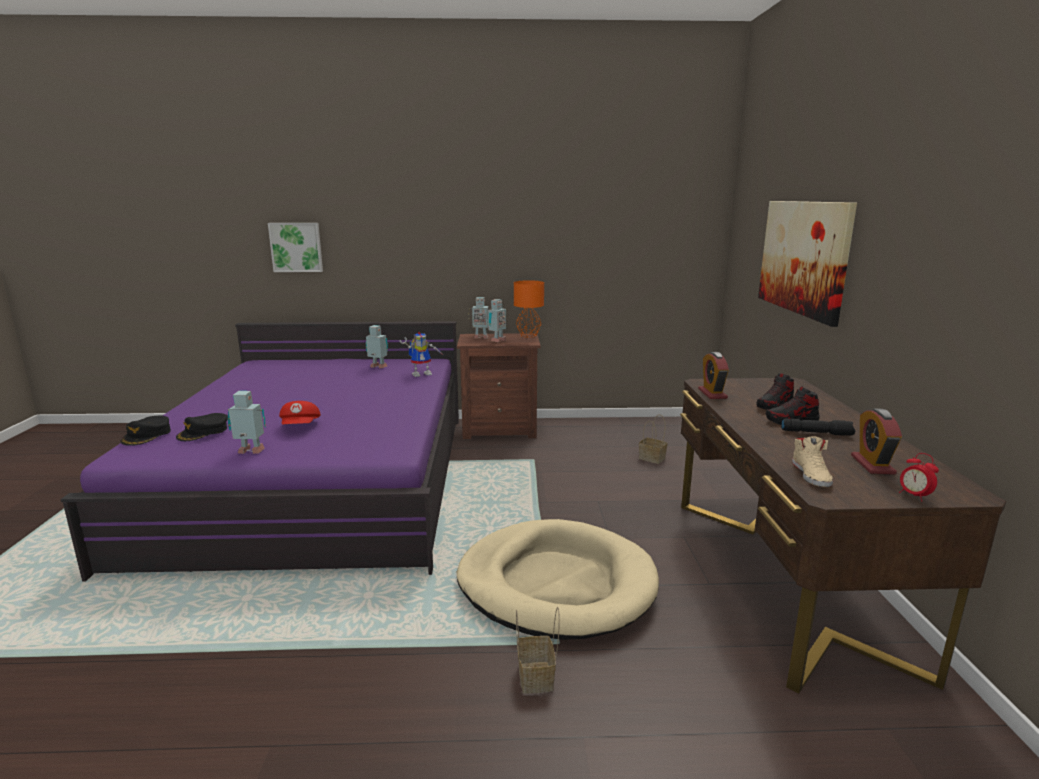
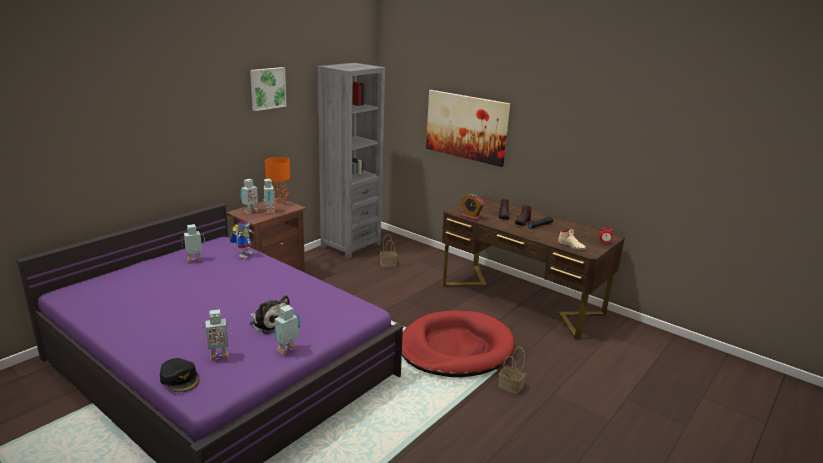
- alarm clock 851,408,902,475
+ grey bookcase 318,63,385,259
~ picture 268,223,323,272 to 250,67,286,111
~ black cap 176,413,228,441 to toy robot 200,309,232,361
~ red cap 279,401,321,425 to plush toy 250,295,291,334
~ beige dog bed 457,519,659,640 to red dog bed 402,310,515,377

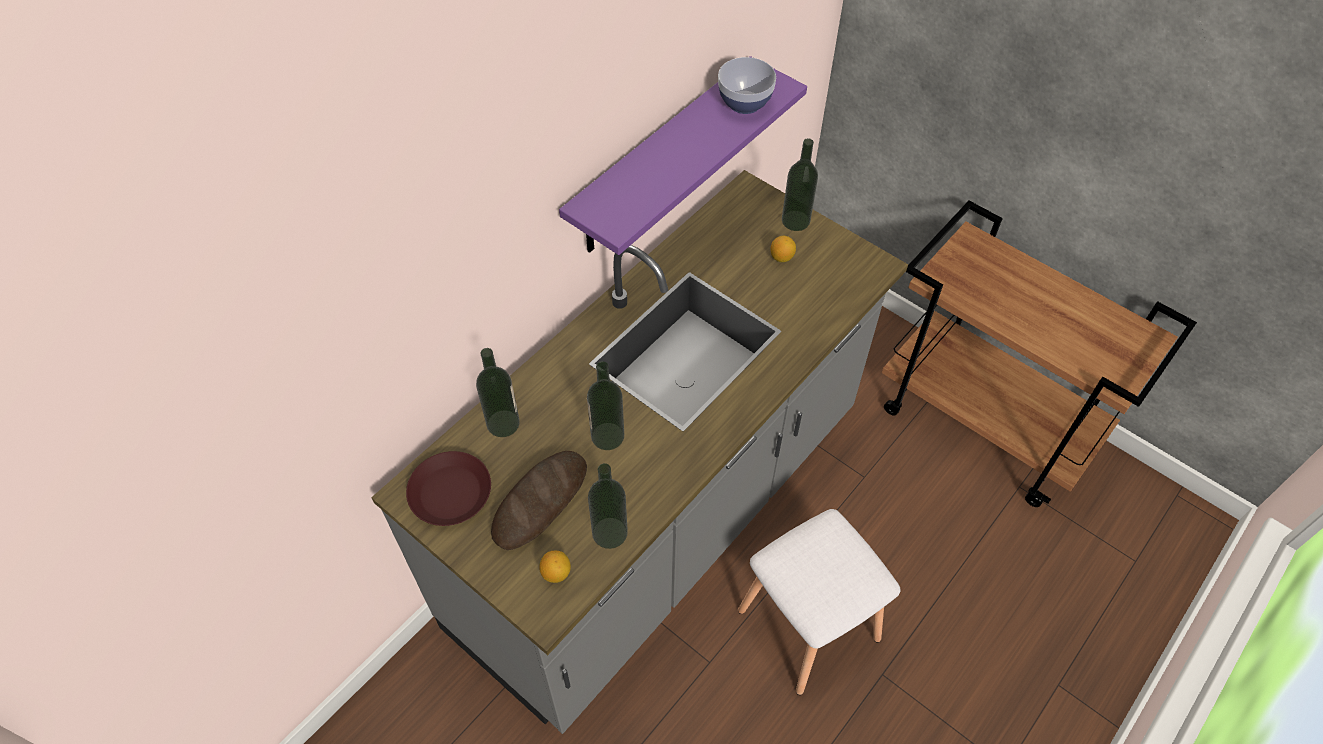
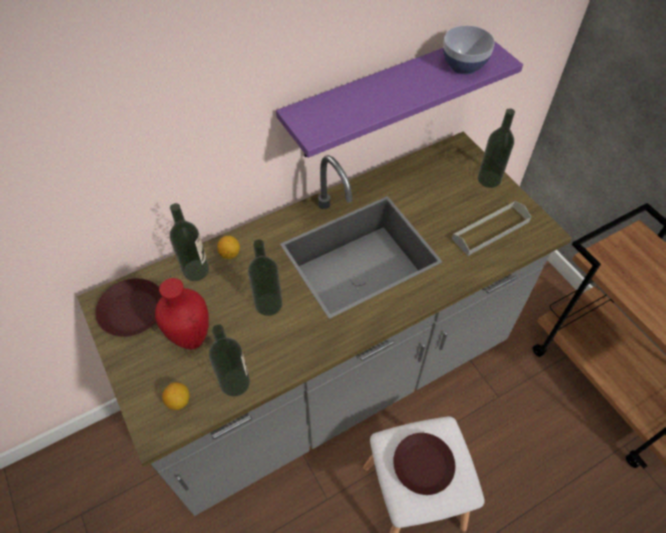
+ brown plate 393,433,455,495
+ grey tray 452,201,531,256
~ lemon 770,236,796,262 to 217,236,240,259
~ bread 491,451,587,550 to red vase 155,278,209,350

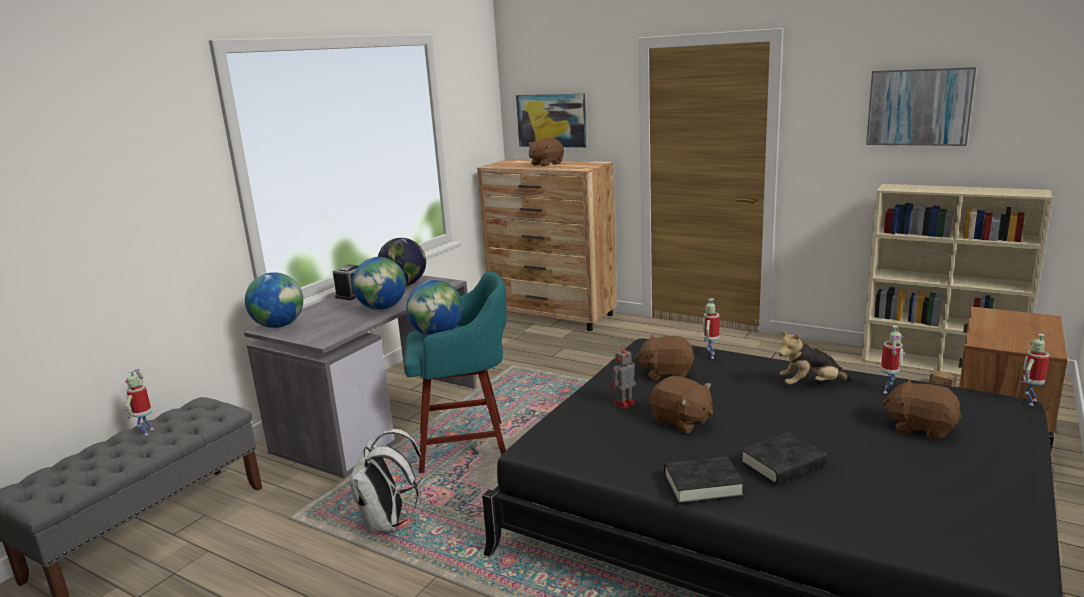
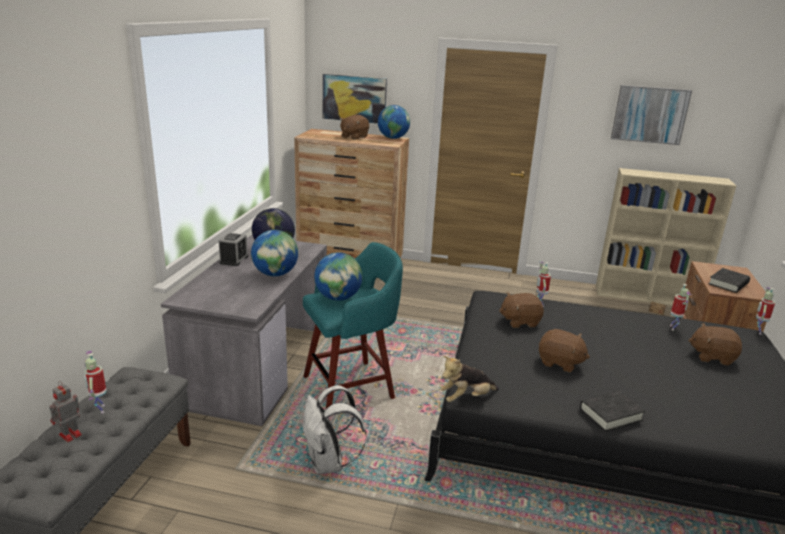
~ globe 245,272,303,328 to 378,105,410,139
~ toy robot 609,345,636,409 to 49,381,82,442
~ black book 741,432,826,485 to 709,268,750,293
~ plush toy 779,331,851,385 to 440,356,499,402

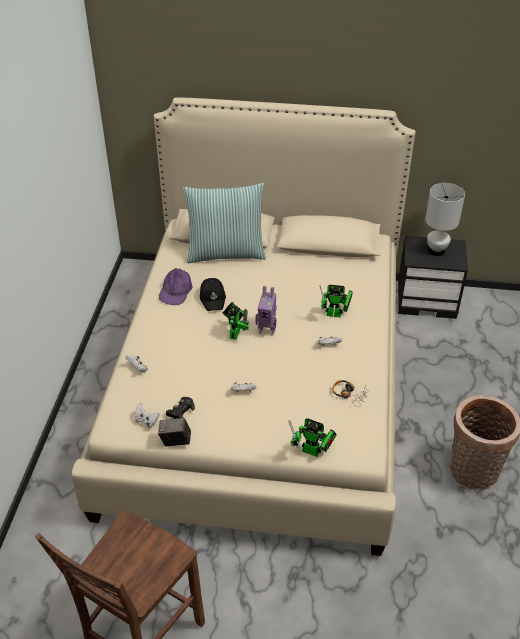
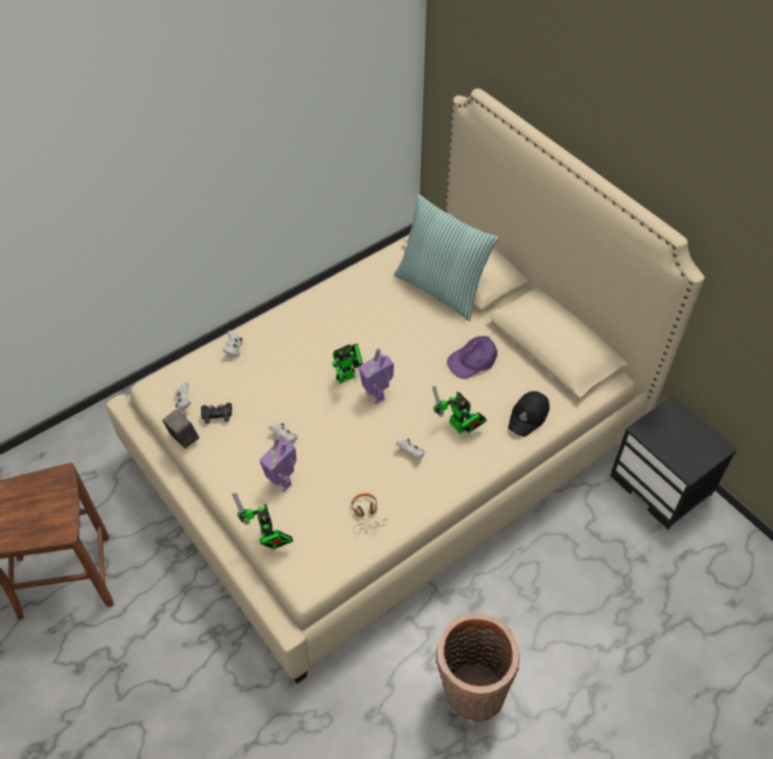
- white table lamp 425,183,465,256
+ toy robot 260,436,296,492
~ purple cap 159,268,192,305 to 447,336,498,379
~ black cap 200,278,226,311 to 508,391,549,437

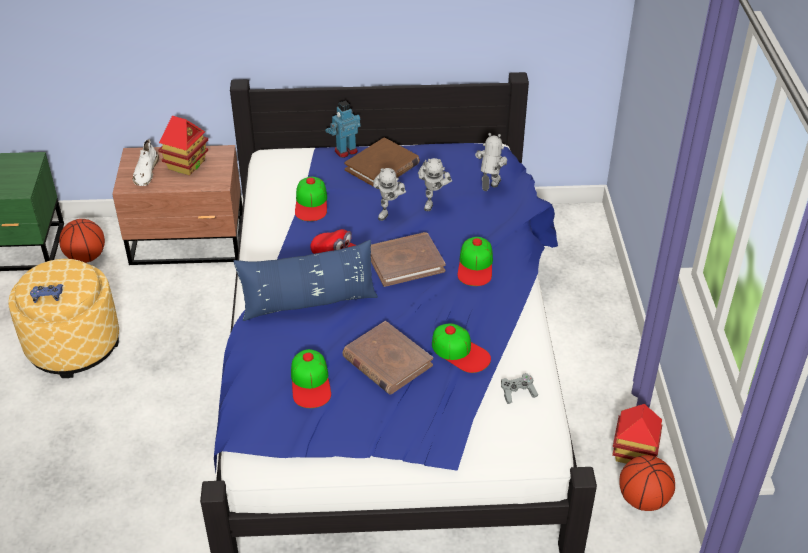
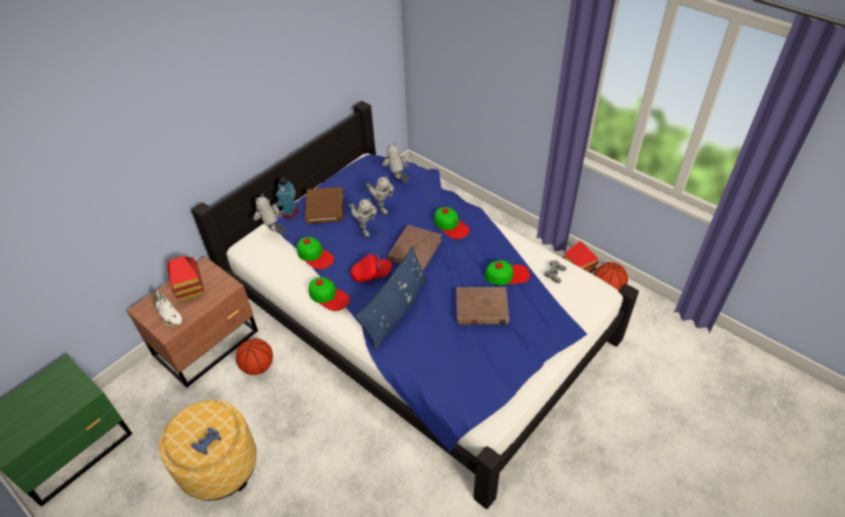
+ toy robot 253,194,285,234
~ basketball 59,219,105,263 to 236,338,273,375
~ cap 291,349,331,408 to 309,277,350,311

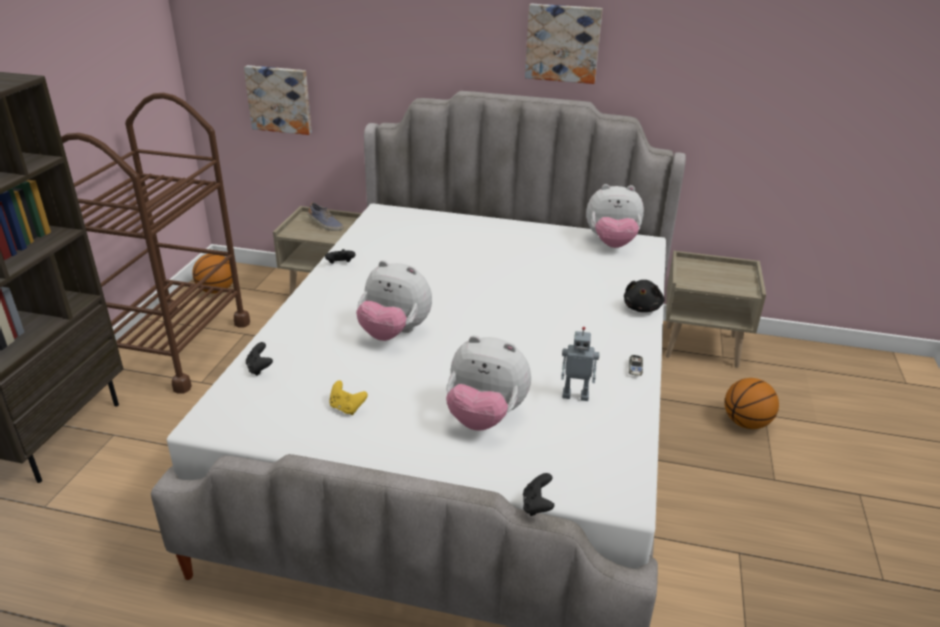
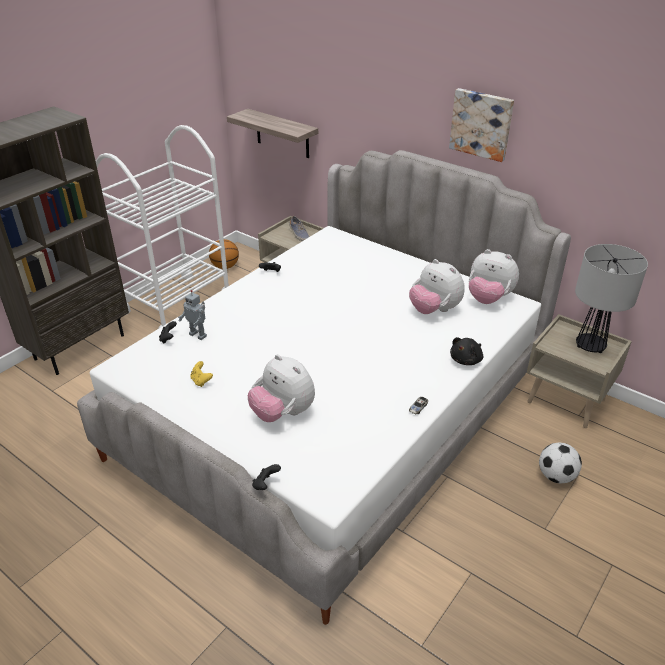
+ table lamp 575,244,648,353
~ plush toy 356,260,432,341 to 409,259,465,314
~ toy robot 561,327,599,401 to 178,290,207,340
~ picture 244,65,312,135 to shelf 227,109,318,158
~ basketball 725,378,779,429 to football 539,443,582,483
~ brown cart 61,93,250,394 to white cart 96,125,229,329

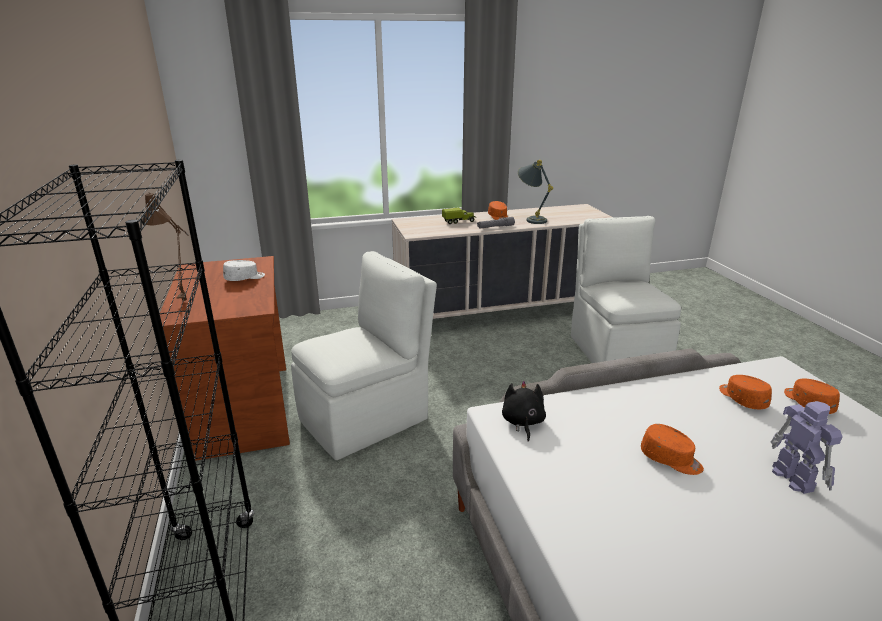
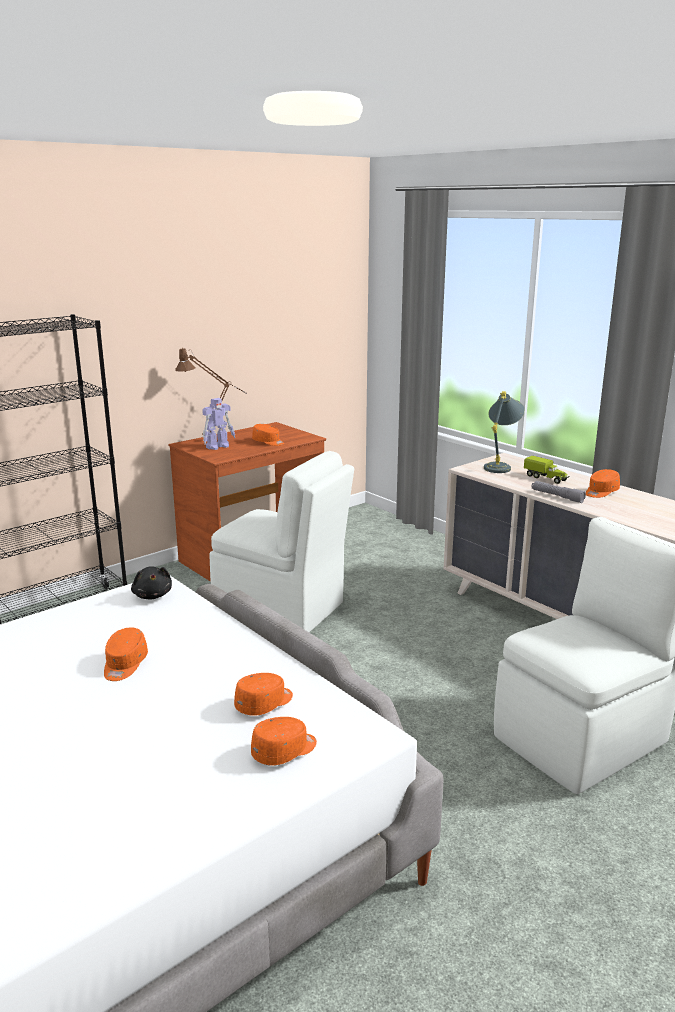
~ grey table lamp 518,160,553,224 to 484,391,525,473
~ toy robot 771,401,843,494 to 202,398,235,450
~ white cap 223,260,265,281 to orange cap 252,424,284,446
~ black plush toy 502,381,546,442 = 131,566,172,599 90 degrees clockwise

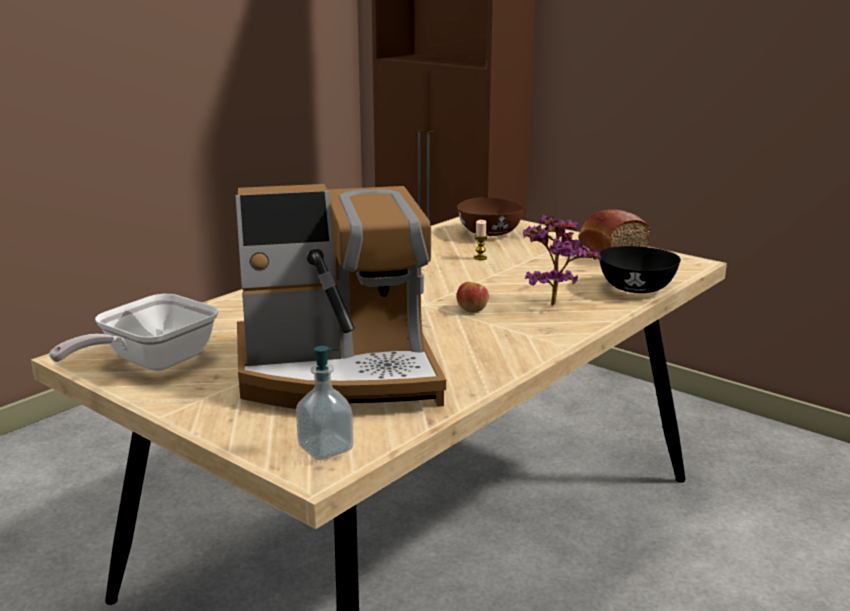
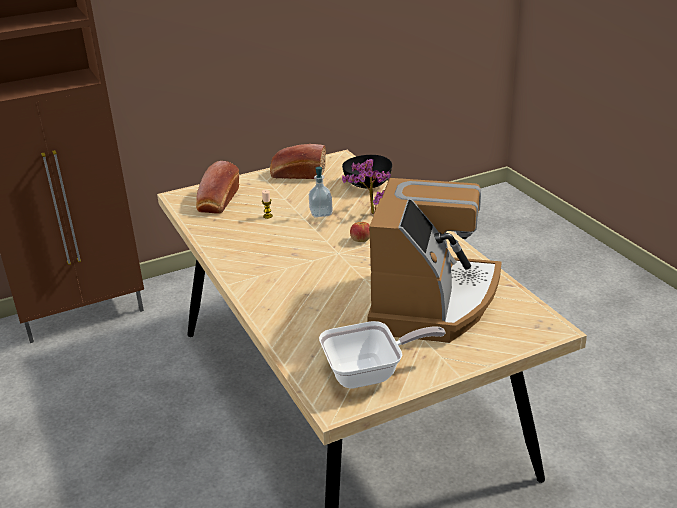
~ soap dispenser 296,346,353,460 to 309,167,333,218
~ brown bowl 457,197,524,236 to bread 196,161,239,214
~ frying pan 49,294,219,371 = 319,321,446,389 75 degrees counterclockwise

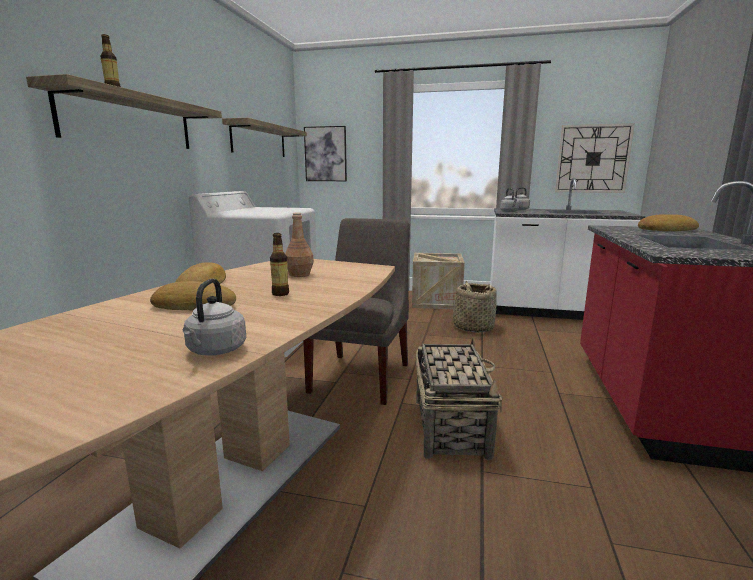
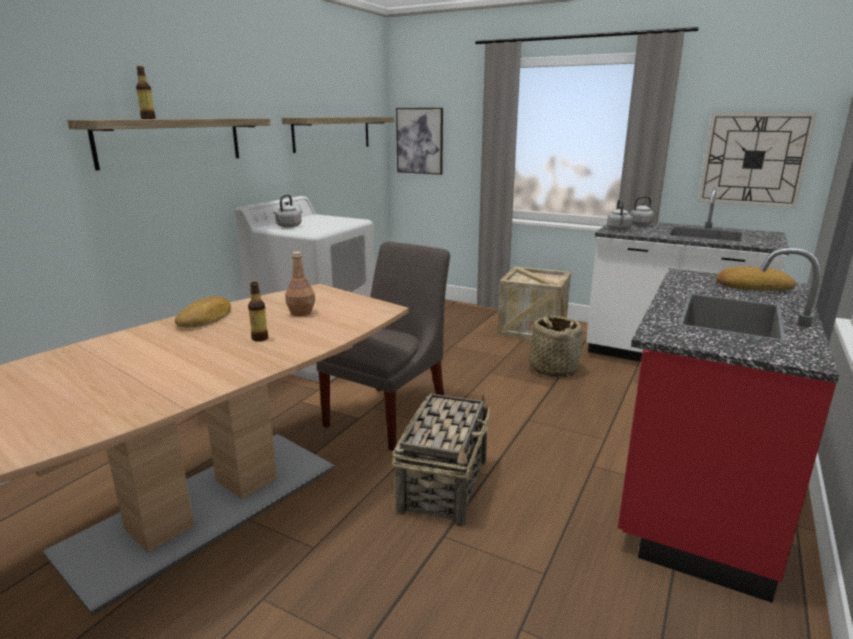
- bread 150,281,236,310
~ grey kettle 183,278,246,356 to 273,194,302,228

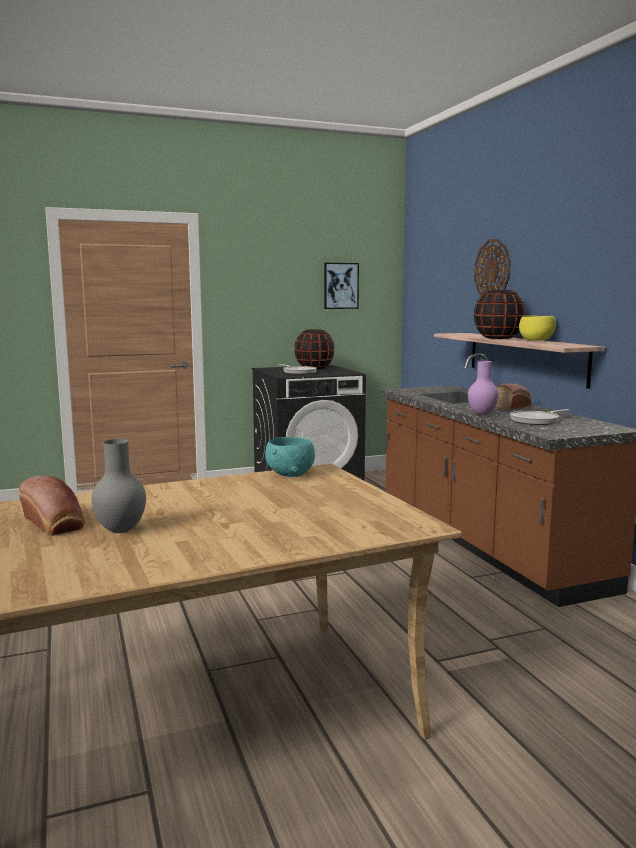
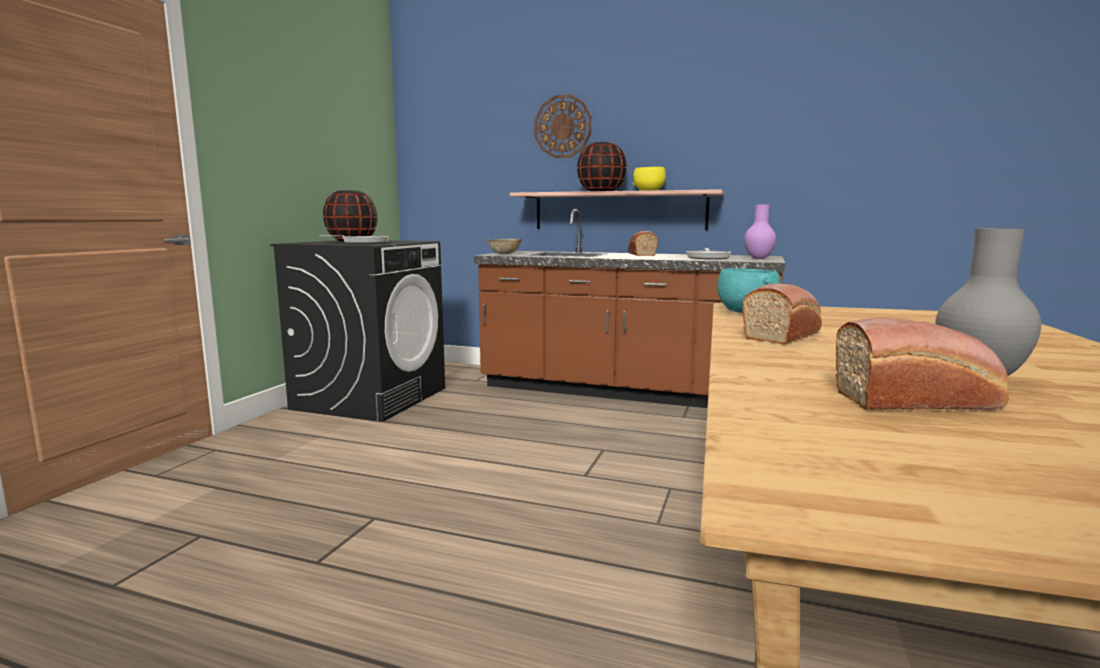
- picture 324,263,359,309
+ bowl 487,239,522,254
+ bread 743,283,822,345
~ purple vase 468,361,499,415 to 744,205,776,259

